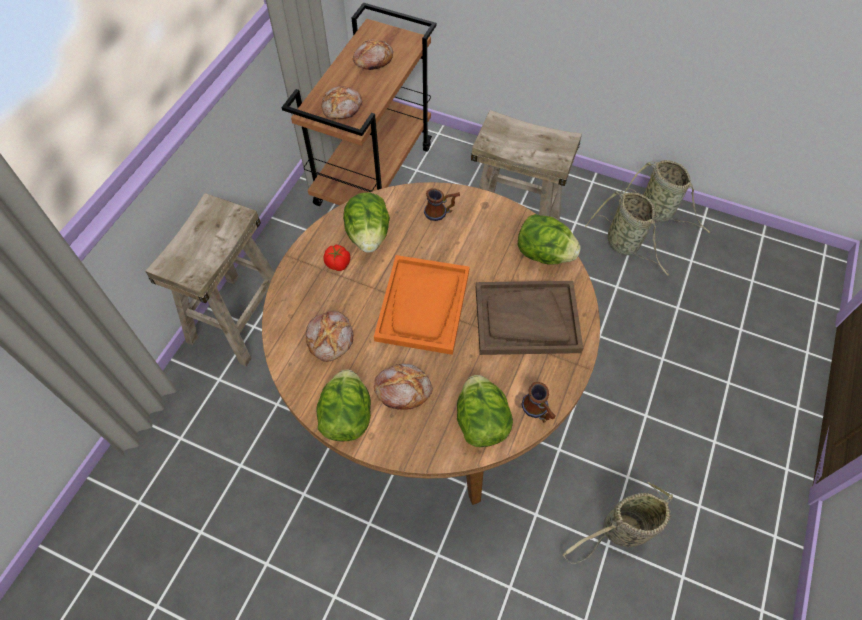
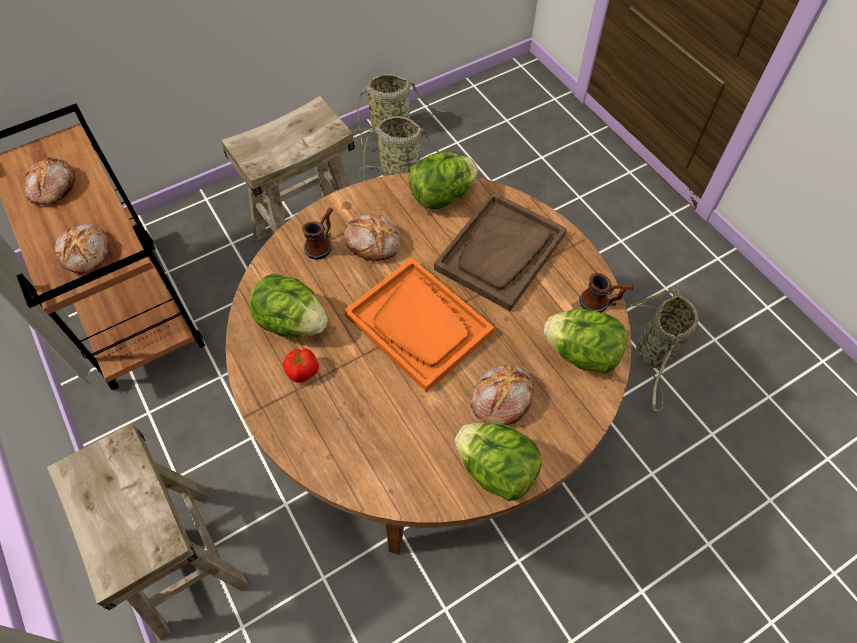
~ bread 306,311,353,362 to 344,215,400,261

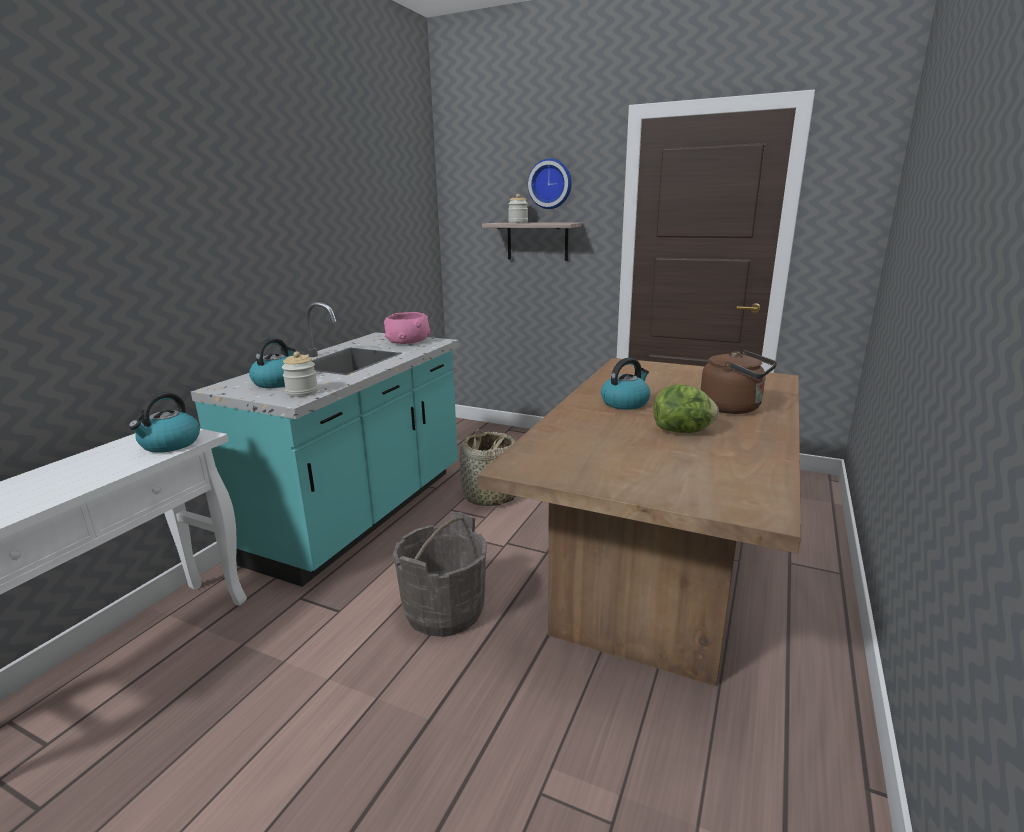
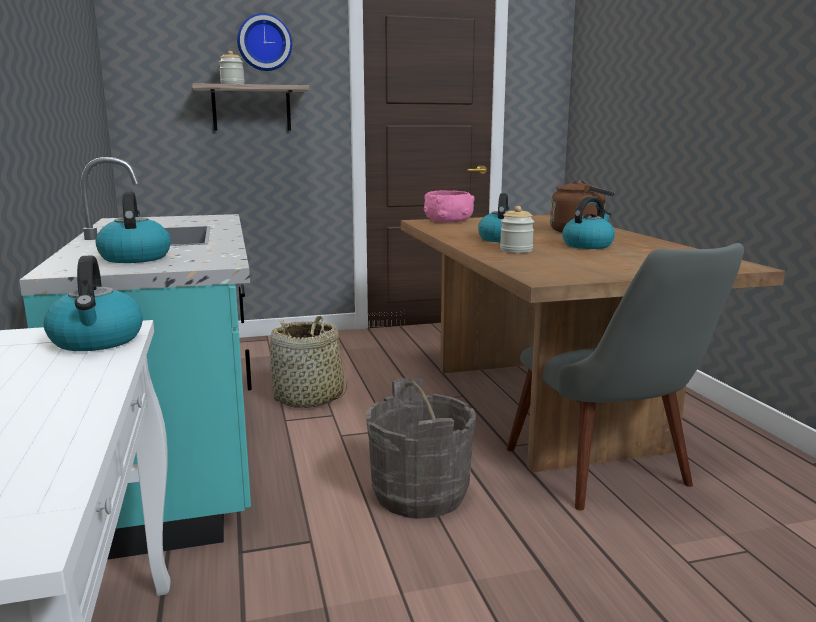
+ grey chair 507,243,744,511
~ jar 282,352,318,397 to 500,206,534,253
~ pink bowl 384,312,431,344 to 424,190,475,223
~ lettuce 654,384,719,433 to kettle 562,197,615,249

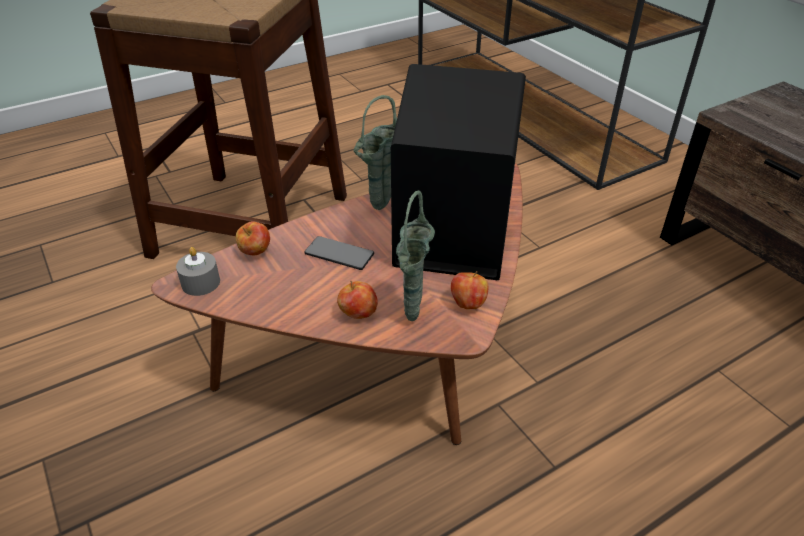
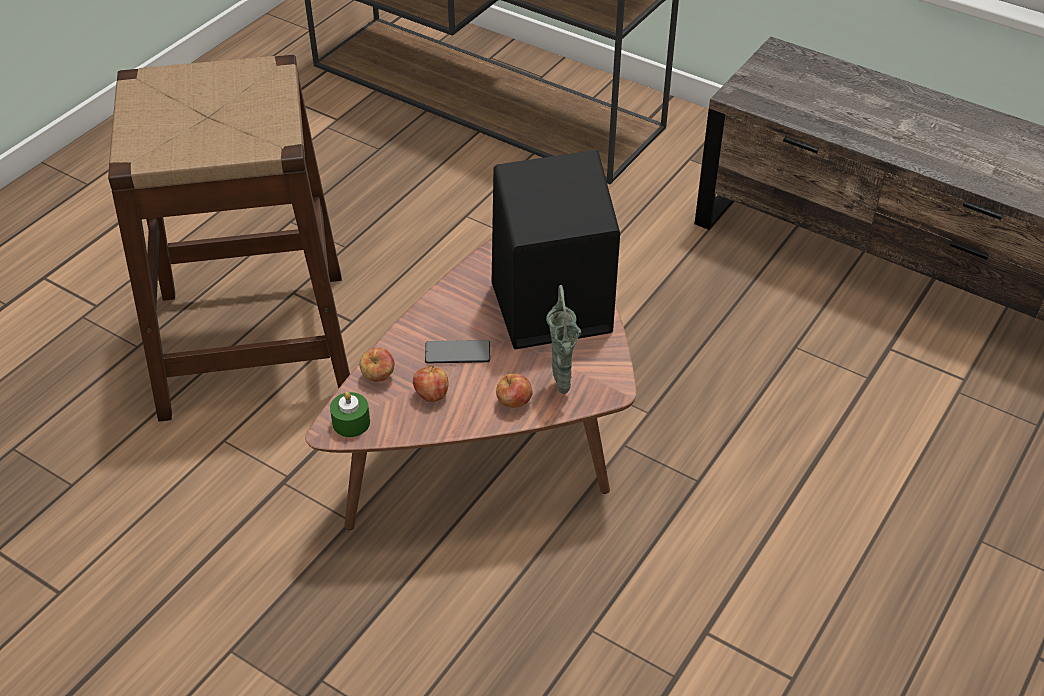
- green vase 354,95,397,210
~ apple 451,271,489,309 to 413,365,449,402
~ grey candle 176,247,220,296 to green candle 330,392,370,437

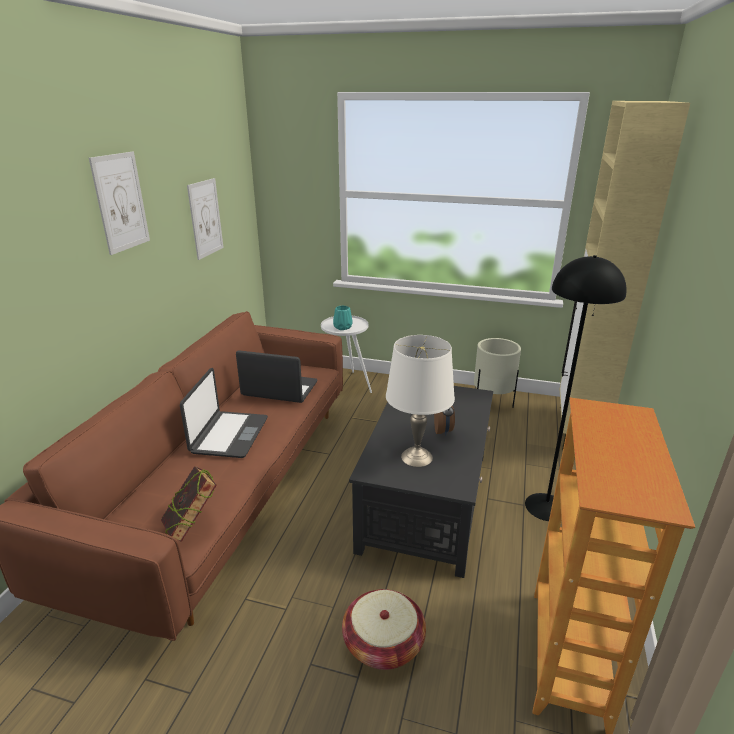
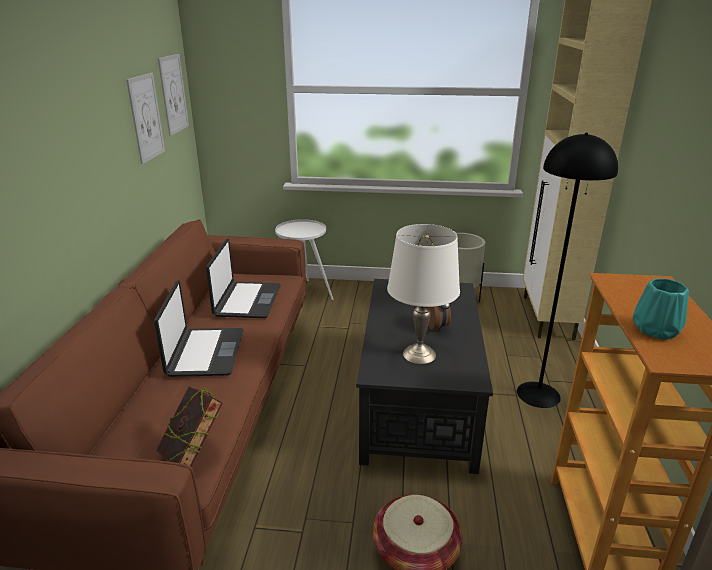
~ picture 89,152,150,255 to 158,54,189,136
~ turquoise vase 333,306,353,330 to 633,278,689,339
~ laptop 236,350,317,403 = 206,238,281,318 90 degrees clockwise

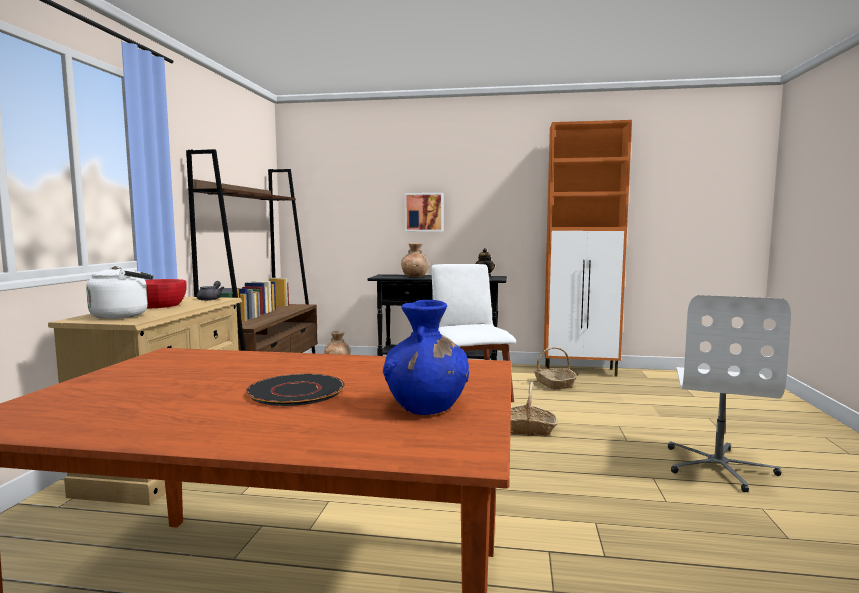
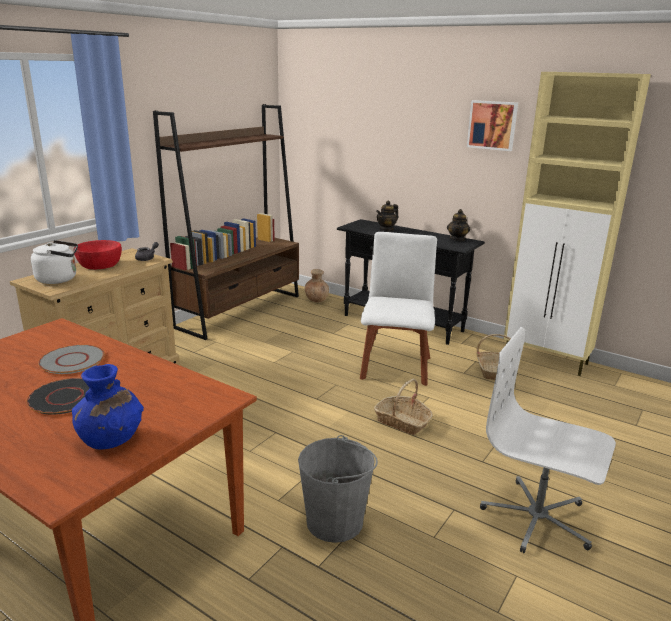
+ grey plate 38,345,105,374
+ grey bucket 298,435,378,543
~ picture 405,193,443,231 to 467,100,518,151
~ brown vase 401,242,429,277 to teapot 376,201,398,232
~ orange cabinet 544,120,632,377 to beige cabinet 504,72,651,376
~ white office chair 668,295,791,492 = 480,327,616,553 75 degrees clockwise

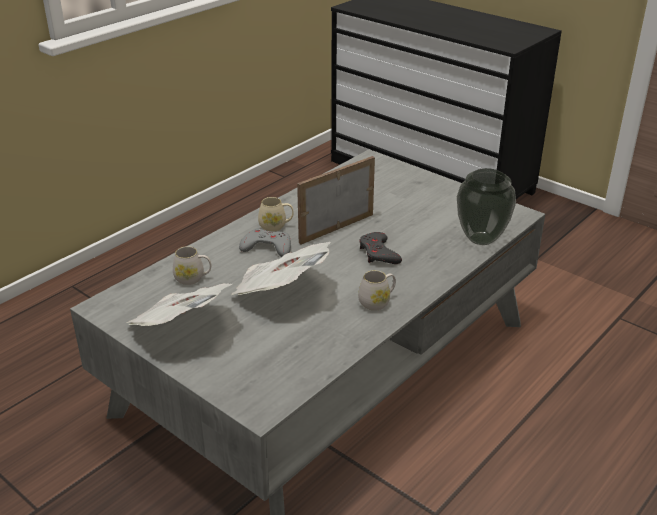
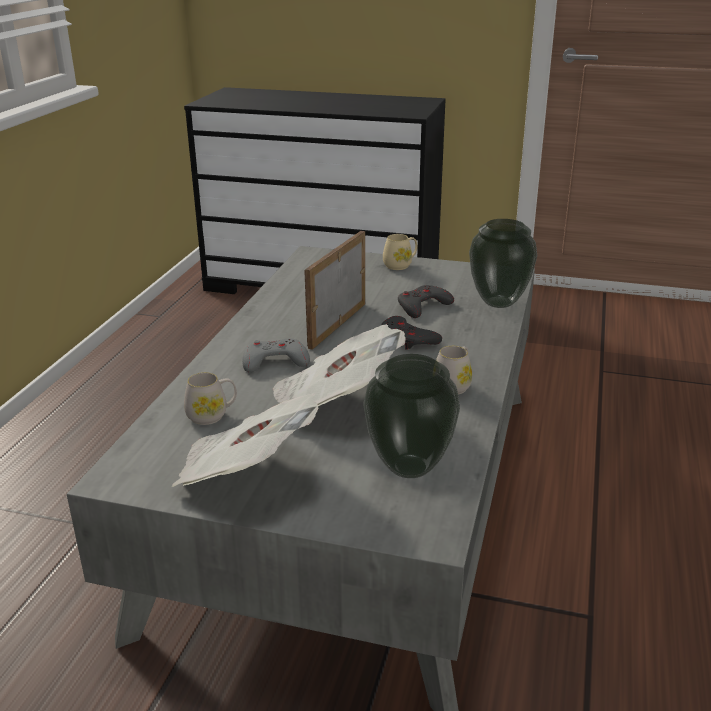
+ vase 363,354,460,478
+ grey game controller 398,285,454,318
~ beige mug 258,197,294,232 to 383,234,418,270

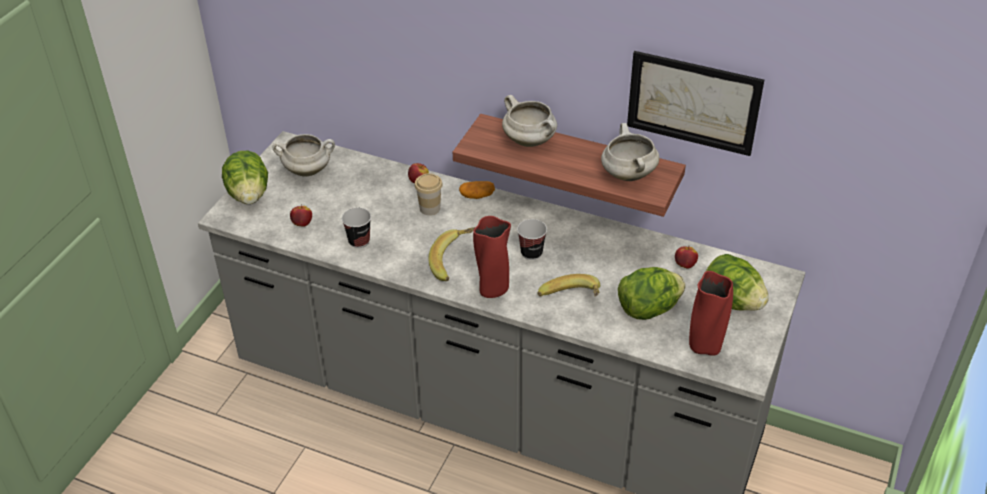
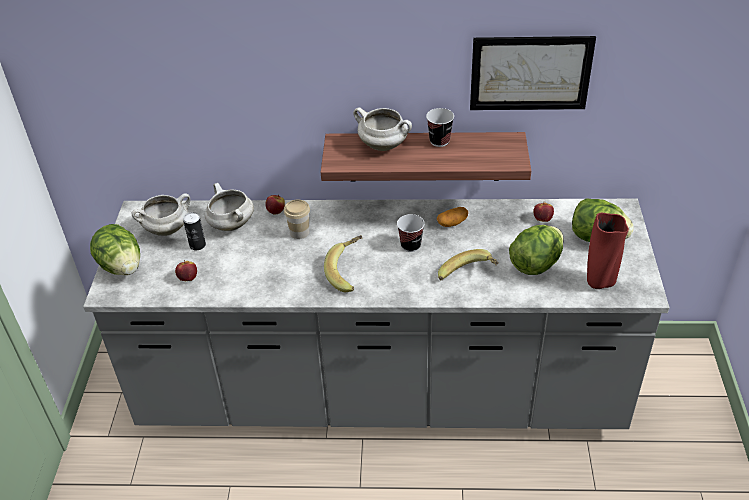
- red vase 473,216,511,298
+ can 183,212,206,250
~ cup 342,208,371,248 to 426,108,454,147
~ potato 459,181,495,199 to 437,207,468,227
~ white cooking pot 601,123,660,181 to 205,183,254,231

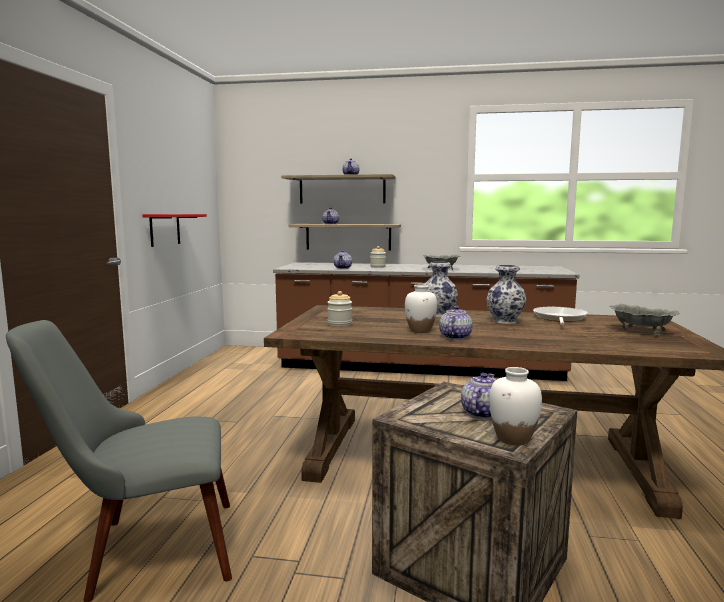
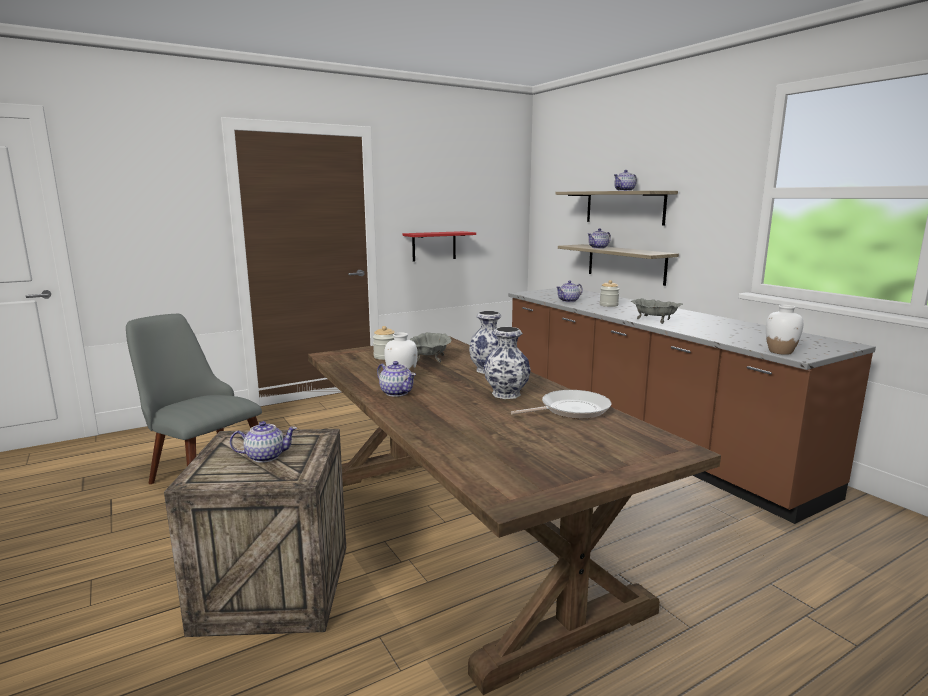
~ white vase 489,367,542,446 to 766,305,803,355
~ grey bowl 610,304,680,336 to 410,332,451,363
~ teapot 439,306,472,339 = 377,361,416,397 60 degrees clockwise

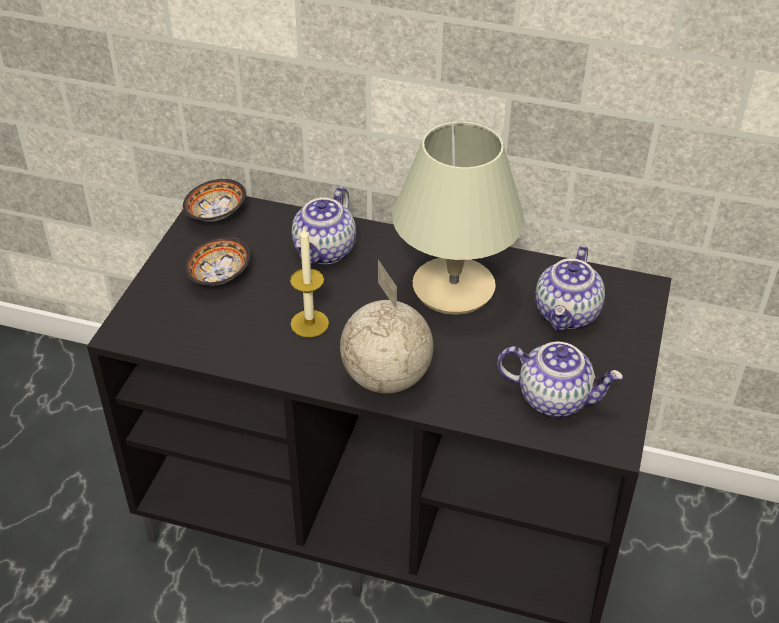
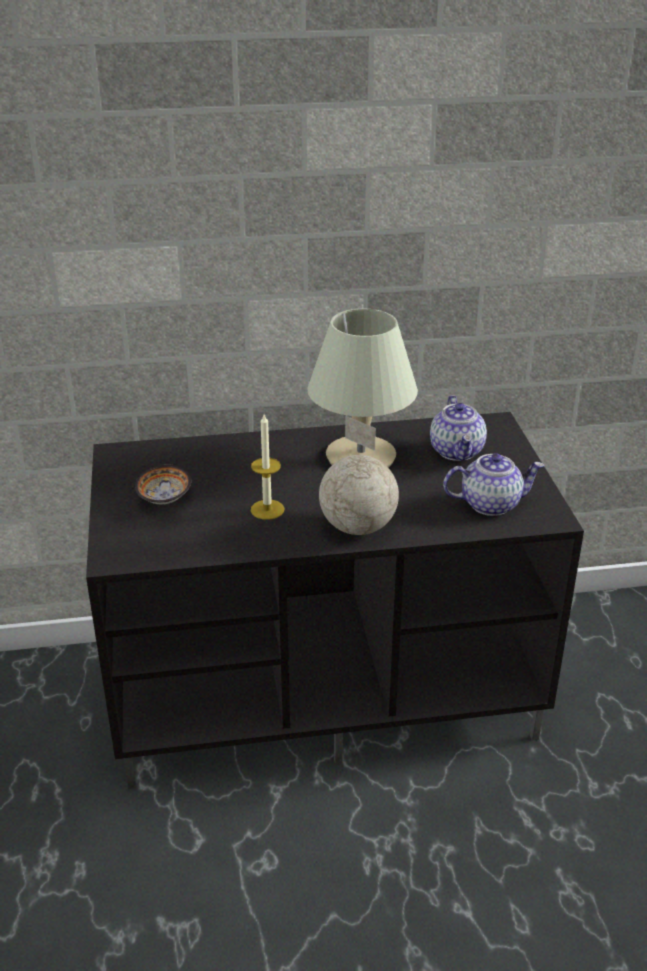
- bowl 183,179,246,222
- teapot 292,187,356,264

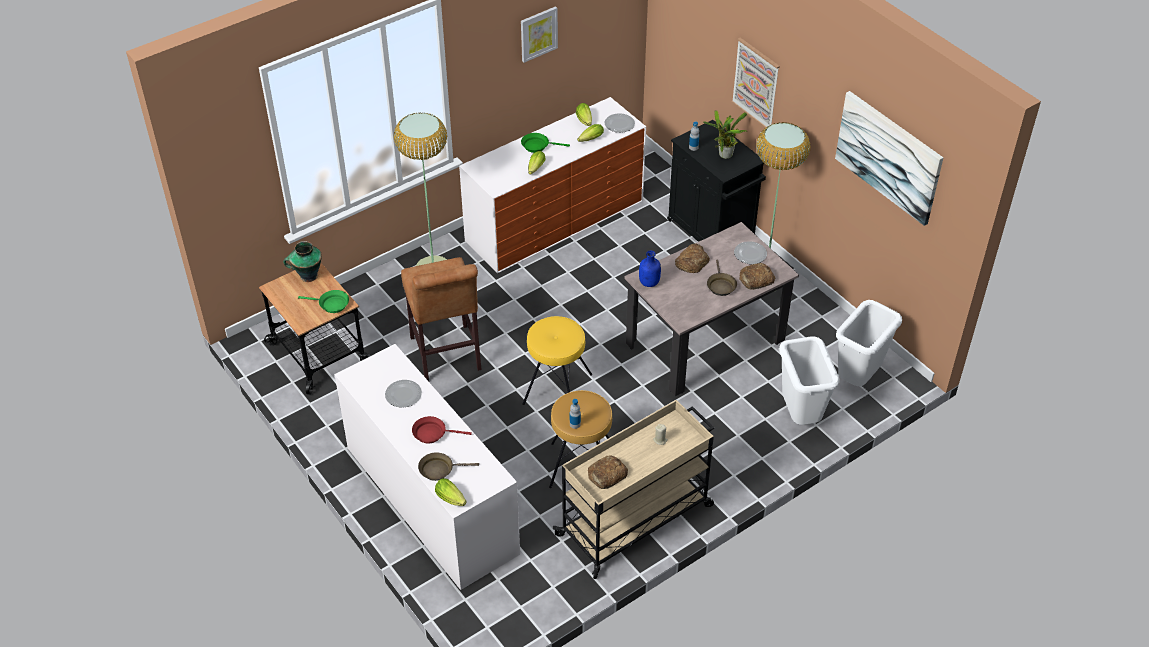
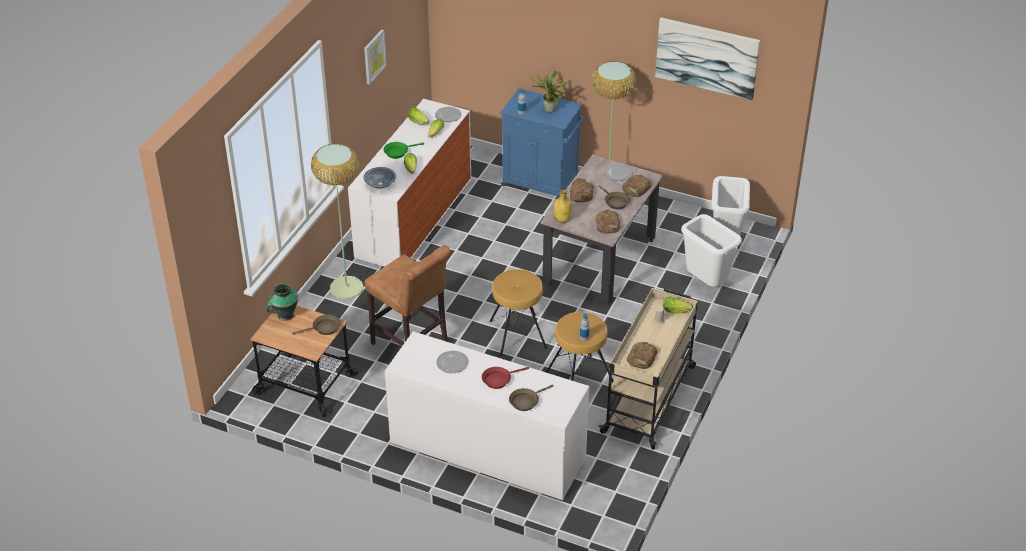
- picture 731,38,780,128
+ bowl 363,167,396,189
+ bread 596,210,620,234
~ lettuce 435,478,467,506 to 663,297,693,313
~ green frying pan 298,290,349,313 to brown frying pan 292,315,340,335
~ yellow stool 522,316,593,405 to brown stool 490,269,547,356
~ blue bottle 639,251,661,287 to yellow bottle 554,190,572,222
~ black cabinet 667,120,766,242 to blue cabinet 500,88,585,197

